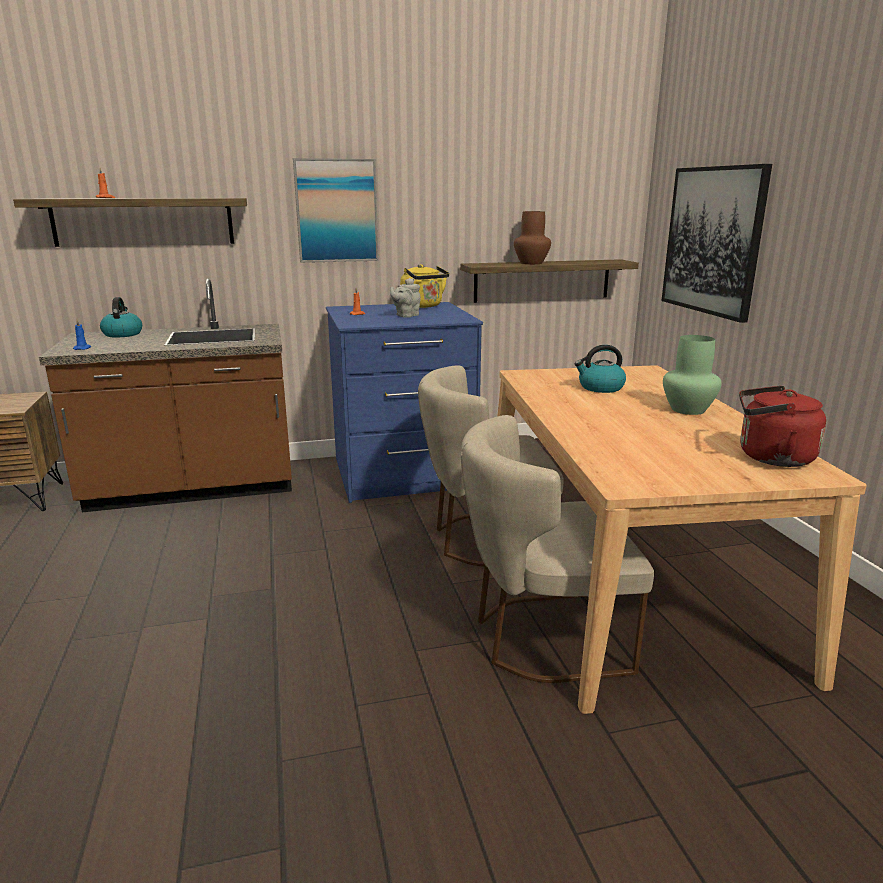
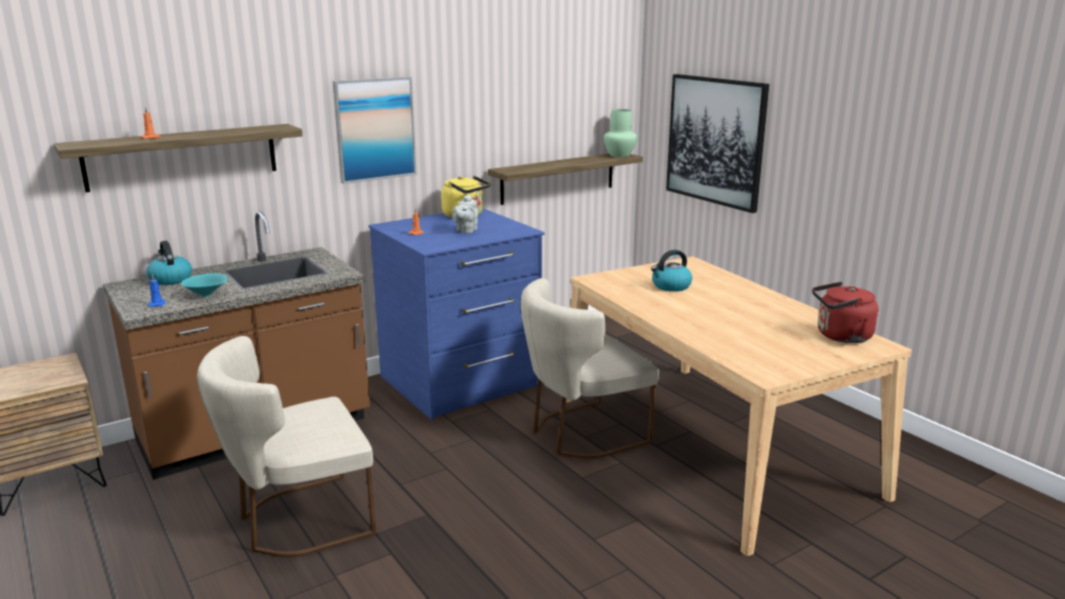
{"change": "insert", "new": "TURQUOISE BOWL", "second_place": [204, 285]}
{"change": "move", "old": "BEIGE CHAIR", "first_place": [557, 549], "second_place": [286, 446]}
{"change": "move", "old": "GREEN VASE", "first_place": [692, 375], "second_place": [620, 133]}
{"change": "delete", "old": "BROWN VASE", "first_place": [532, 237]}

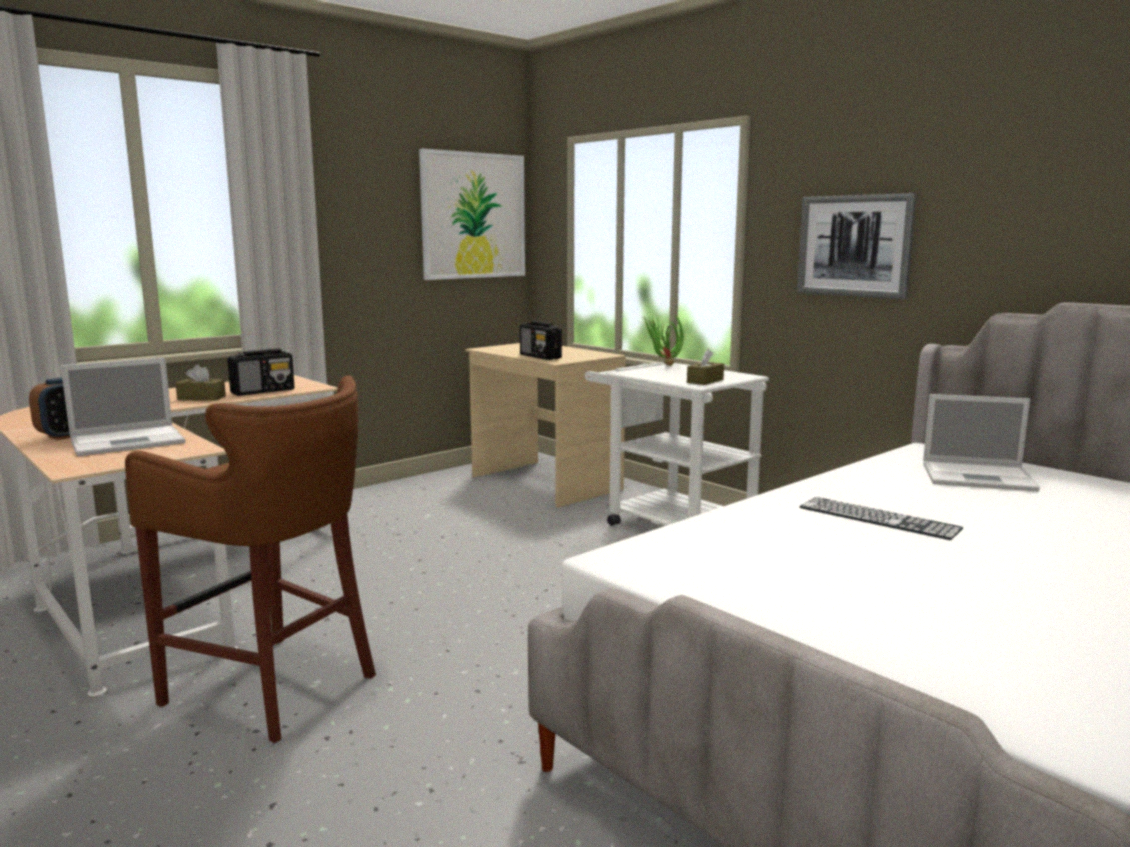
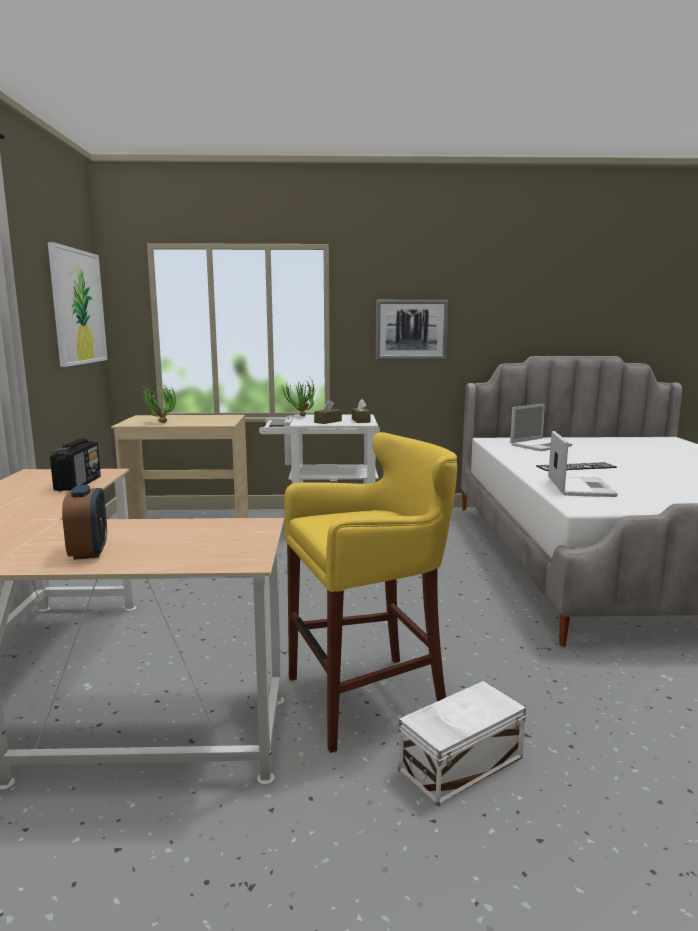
{"change": "insert", "new": "POTTED PLANT", "second_place": [158, 403]}
{"change": "recolor", "old": "BROWN STOOL", "new": "YELLOW STOOL", "first_place": [250, 559], "second_place": [370, 592]}
{"change": "move", "old": "BROWN TISSUE BOX", "first_place": [200, 382], "second_place": [328, 412]}
{"change": "insert", "new": "WHITE STORAGE BOX", "second_place": [462, 744]}
{"change": "move", "old": "LAPTOP", "first_place": [123, 407], "second_place": [583, 464]}
{"change": "delete", "old": "RADIO", "first_place": [541, 340]}

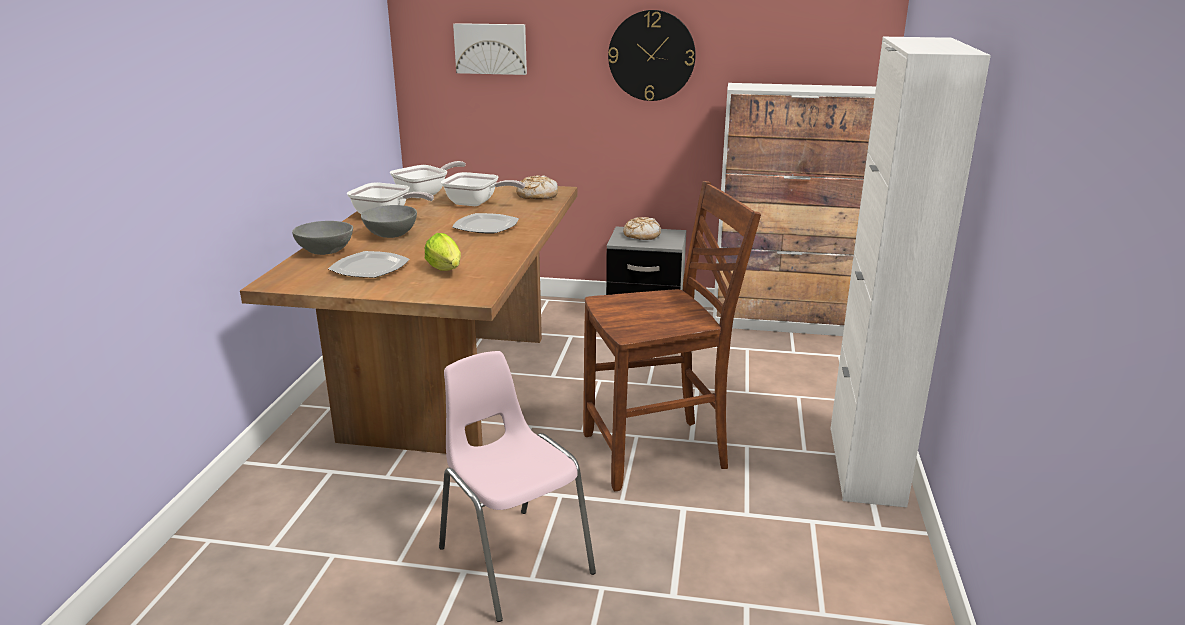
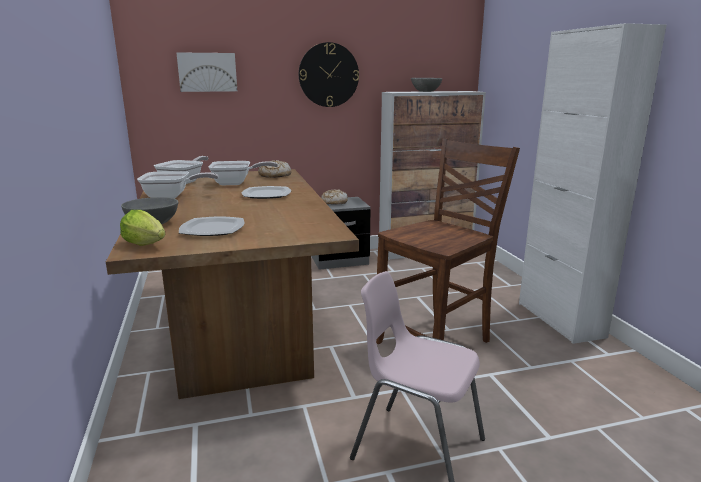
{"change": "move", "old": "LETTUCE", "first_place": [443, 252], "second_place": [143, 228]}
{"change": "move", "old": "GREY BOWL", "first_place": [389, 221], "second_place": [426, 85]}

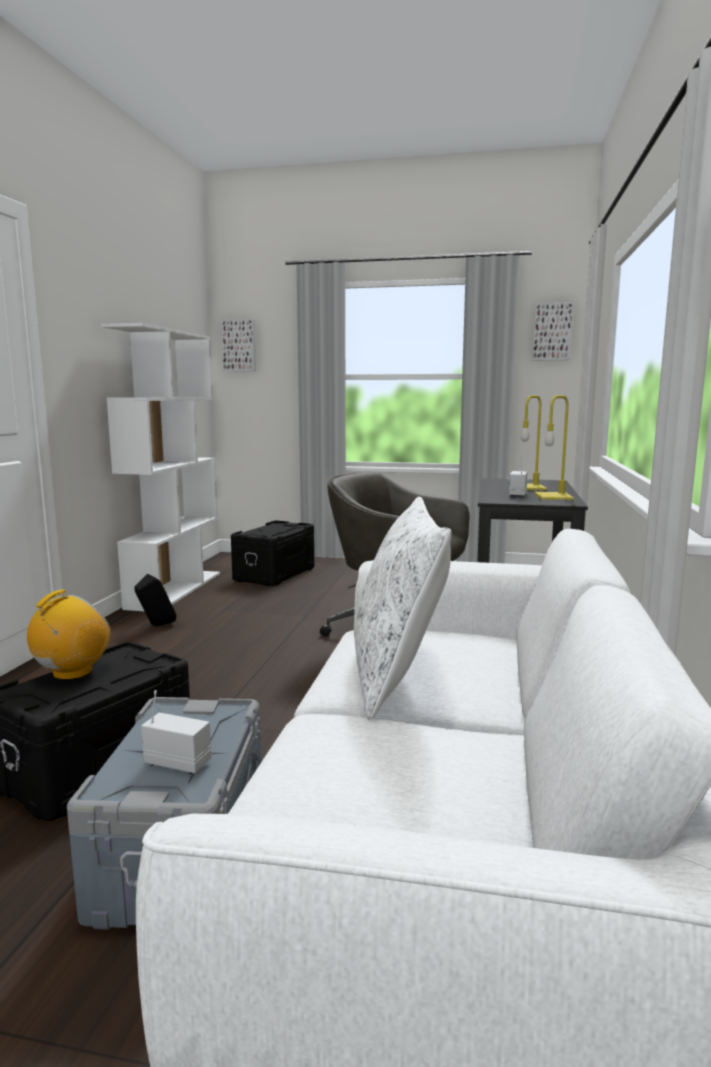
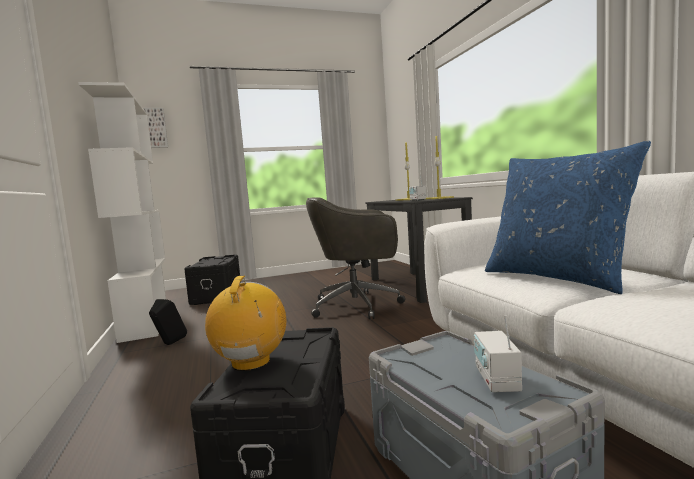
{"change": "rotate", "old": "RADIO", "first_place": [176, 732], "second_place": [498, 353], "degrees": -75}
{"change": "recolor", "old": "WHITE PILLOW", "new": "BLUE PILLOW", "first_place": [403, 608], "second_place": [568, 217]}
{"change": "delete", "old": "PICTURE", "first_place": [553, 331]}

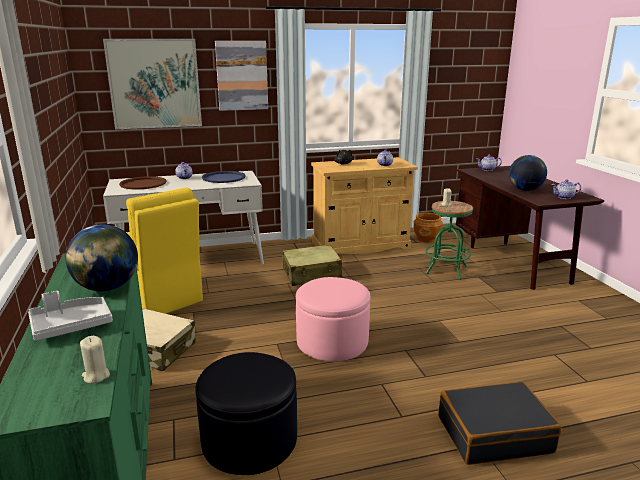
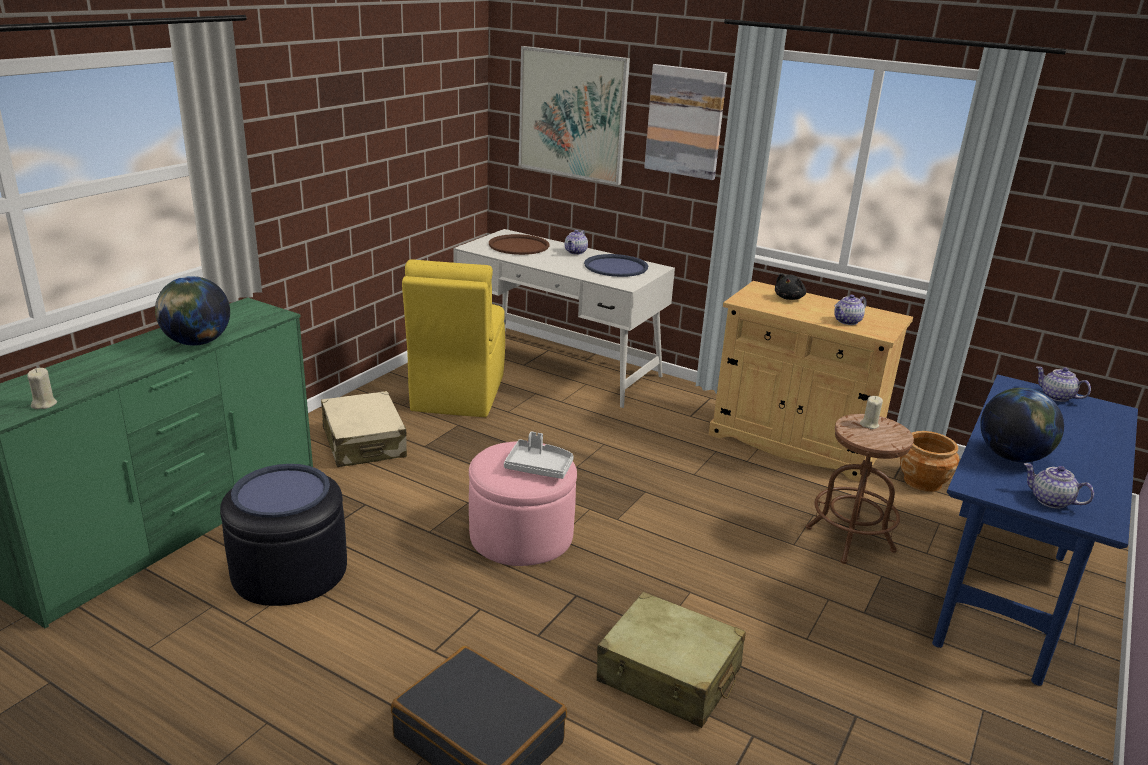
{"change": "insert", "new": "BLUE TRAY", "second_place": [280, 491]}
{"change": "move", "old": "GREY TRAY", "first_place": [70, 316], "second_place": [539, 455]}
{"change": "move", "old": "BEIGE SUITCASE", "first_place": [312, 265], "second_place": [671, 660]}
{"change": "recolor", "old": "GREEN STOOL", "new": "BROWN STOOL", "first_place": [449, 240], "second_place": [860, 489]}
{"change": "recolor", "old": "BROWN DESK", "new": "BLUE DESK", "first_place": [530, 228], "second_place": [1035, 530]}

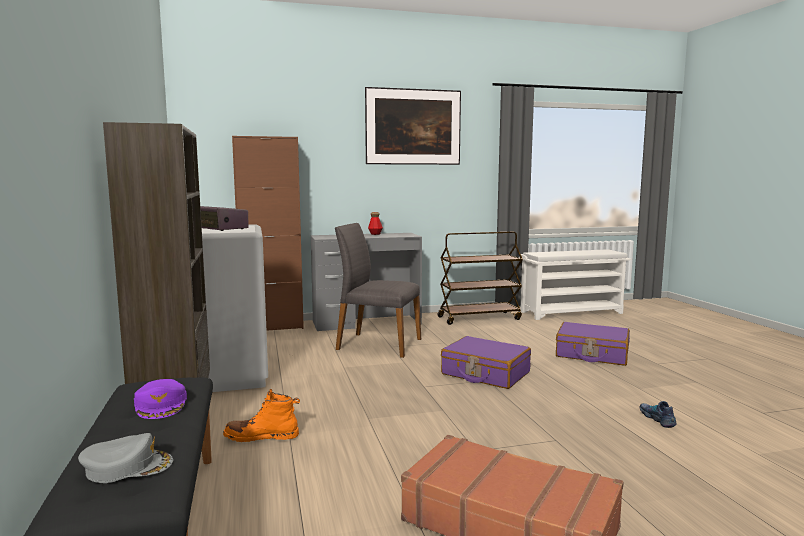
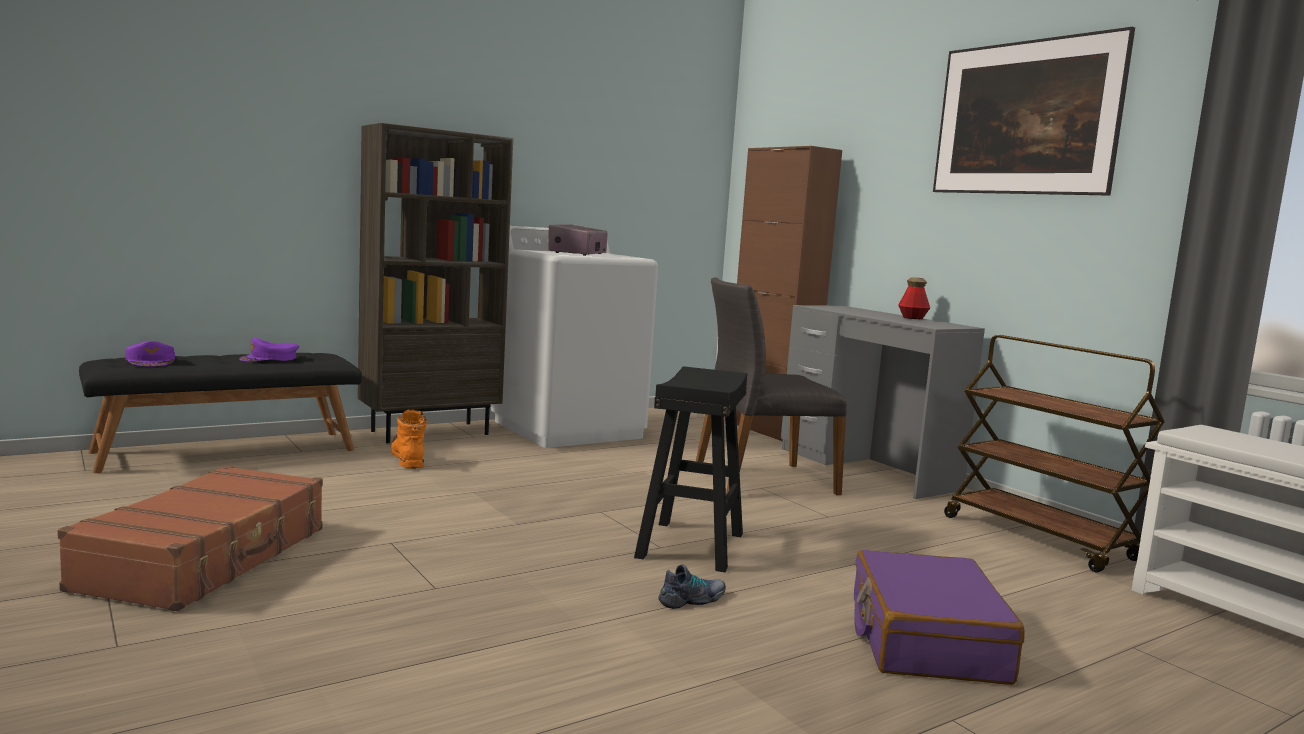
{"change": "recolor", "old": "GREY CAP", "new": "PURPLE CAP", "first_place": [125, 458], "second_place": [150, 354]}
{"change": "replace", "old": "PURPLE SUITCASE", "new": "BLACK STOOL", "first_place": [486, 362], "second_place": [690, 469]}
{"change": "move", "old": "SHOE", "first_place": [657, 414], "second_place": [692, 587]}
{"change": "rotate", "old": "GREY CHAIR", "first_place": [378, 290], "second_place": [771, 386], "degrees": -105}

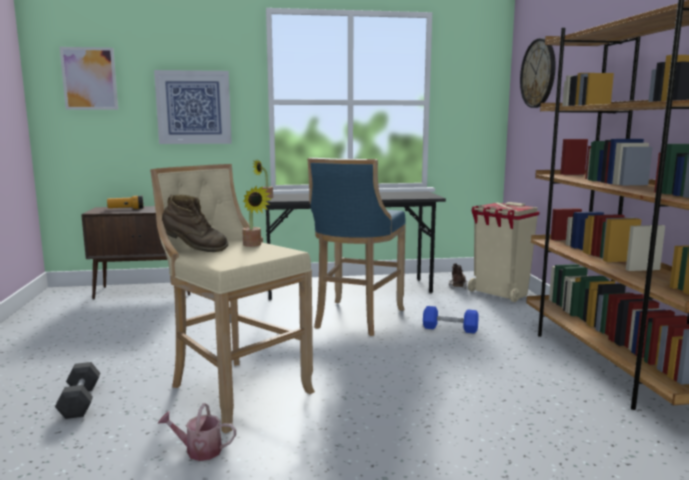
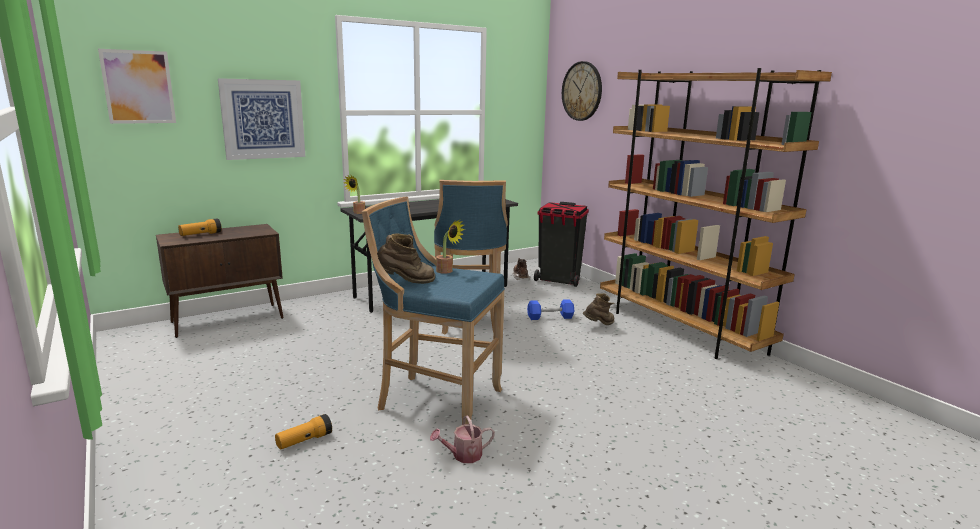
{"change": "replace", "old": "BLACK DUMBBELL", "new": "FLASHLIGHT", "first_place": [77, 390], "second_place": [303, 432]}
{"change": "recolor", "old": "BEIGE STOOL", "new": "BLUE STOOL", "first_place": [232, 299], "second_place": [433, 310]}
{"change": "recolor", "old": "BEIGE TRASH CAN", "new": "BLACK TRASH CAN", "first_place": [504, 252], "second_place": [561, 244]}
{"change": "insert", "new": "BROWN BOOT", "second_place": [599, 309]}

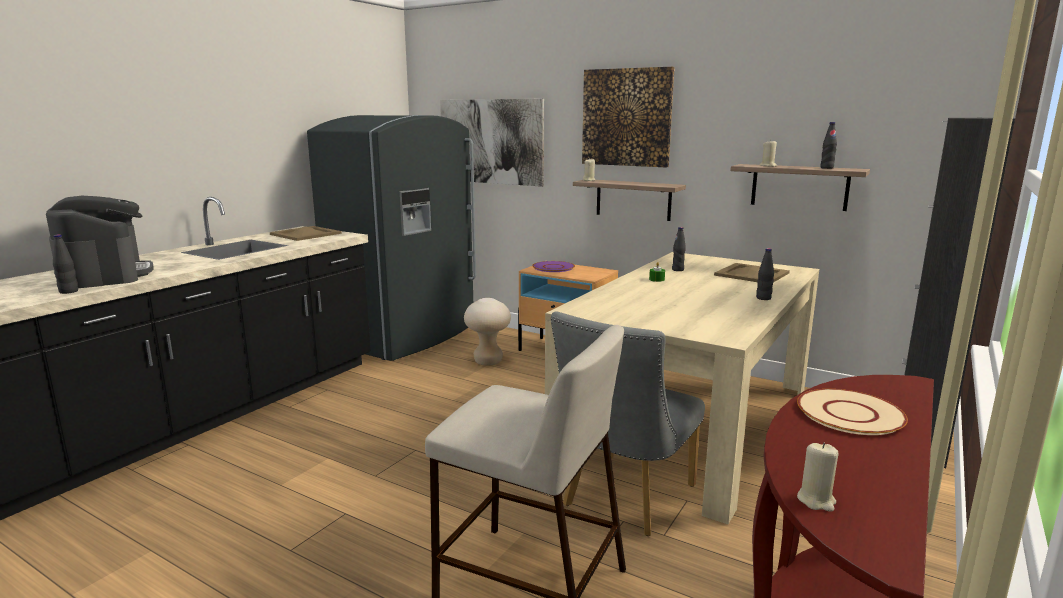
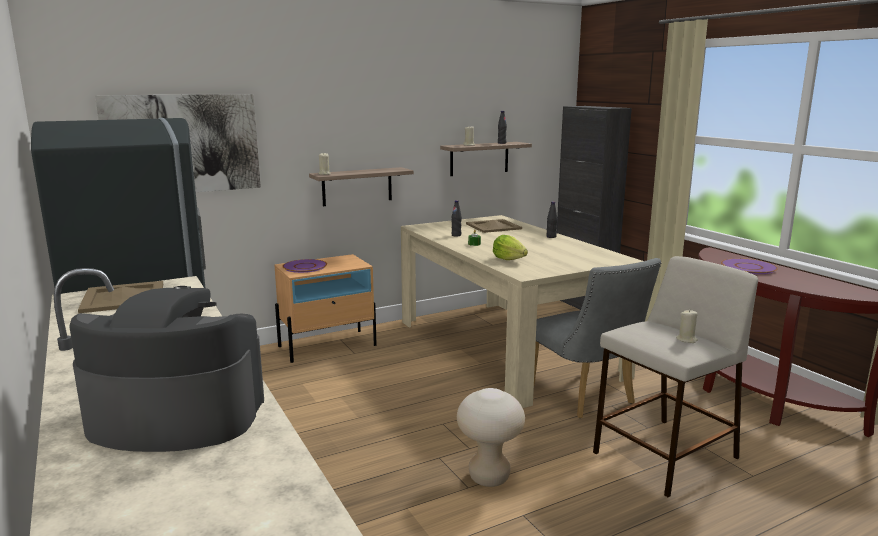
{"change": "move", "old": "BEIGE STOOL", "first_place": [487, 332], "second_place": [491, 437]}
{"change": "insert", "new": "LETTUCE", "second_place": [510, 247]}
{"change": "move", "old": "BEIGE CANDLE", "first_place": [818, 477], "second_place": [687, 326]}
{"change": "recolor", "old": "BEIGE PLATE", "new": "PURPLE PLATE", "first_place": [852, 412], "second_place": [749, 266]}
{"change": "delete", "old": "BLACK BOTTLE", "first_place": [65, 264]}
{"change": "delete", "old": "PICTURE", "first_place": [628, 117]}

